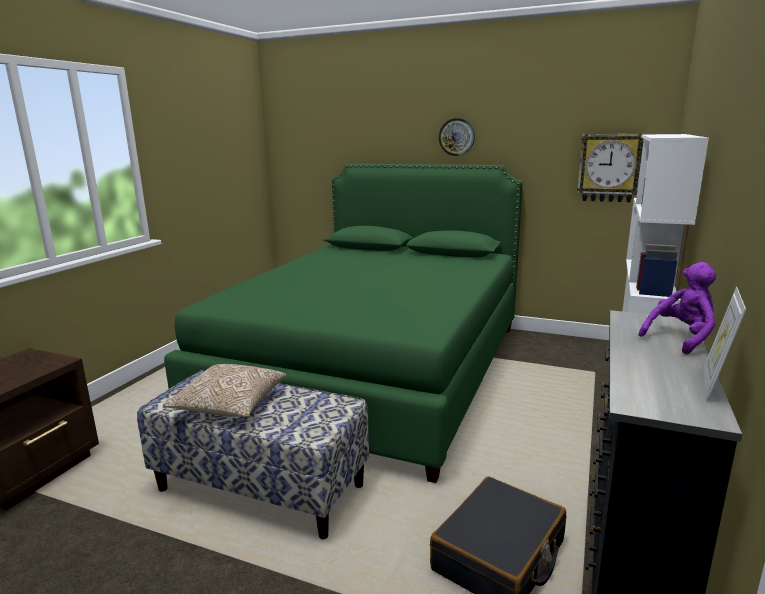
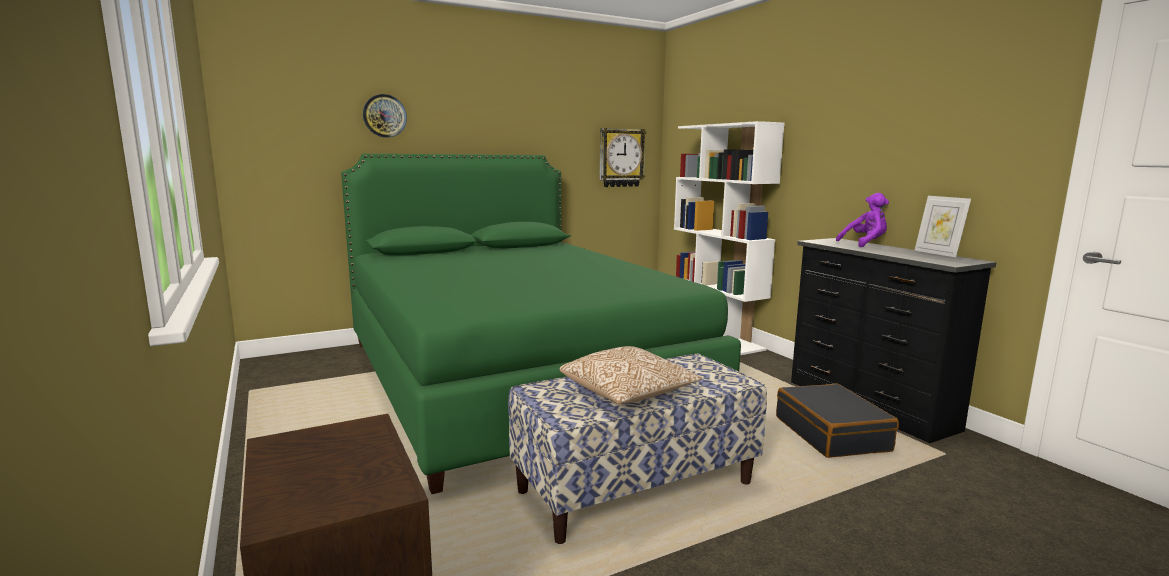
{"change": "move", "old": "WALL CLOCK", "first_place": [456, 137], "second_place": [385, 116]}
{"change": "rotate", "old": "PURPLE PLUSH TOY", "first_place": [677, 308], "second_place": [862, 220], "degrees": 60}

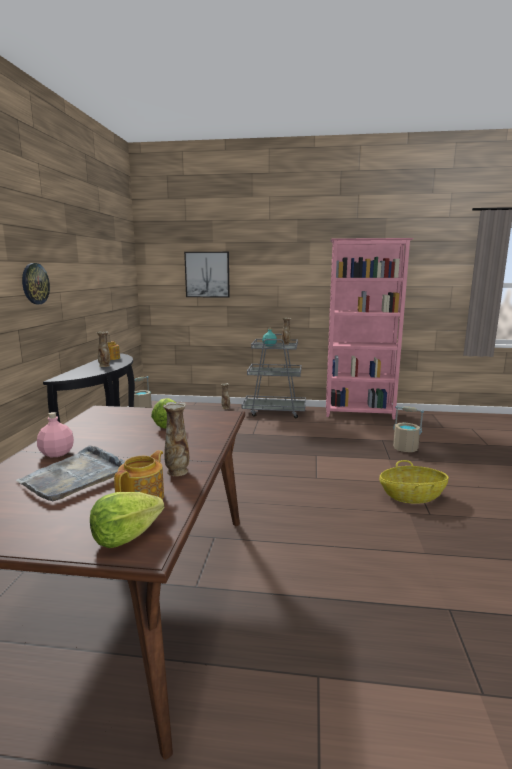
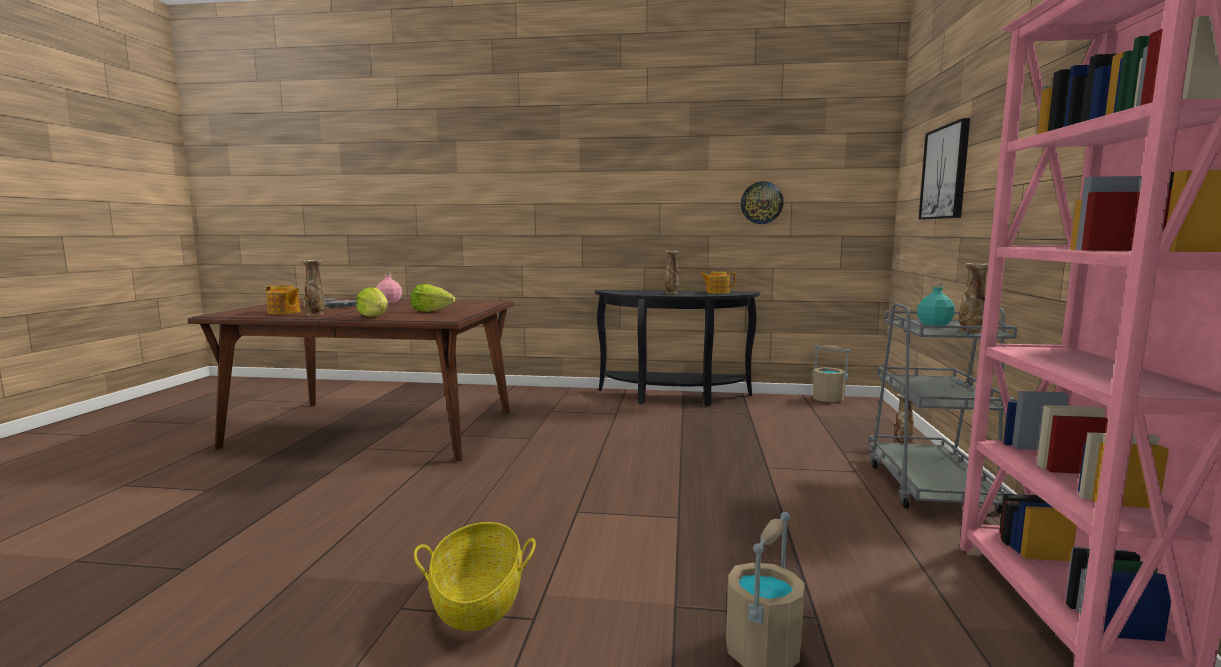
{"change": "move", "old": "LETTUCE", "first_place": [127, 520], "second_place": [372, 302]}
{"change": "move", "old": "WALL CLOCK", "first_place": [36, 283], "second_place": [762, 202]}

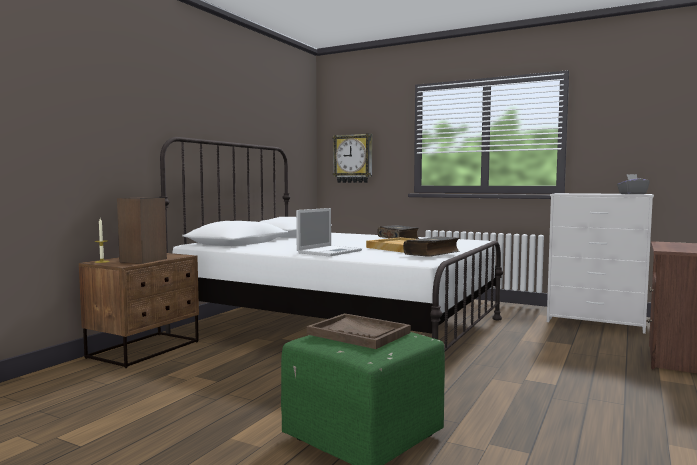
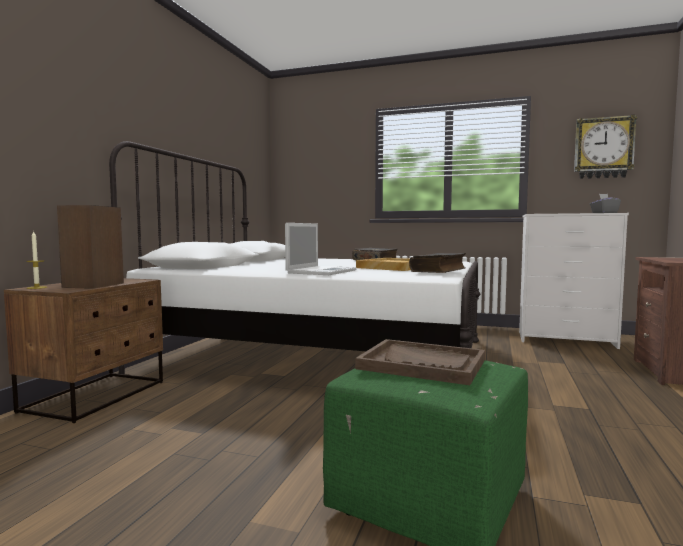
{"change": "move", "old": "WALL CLOCK", "first_place": [352, 158], "second_place": [605, 147]}

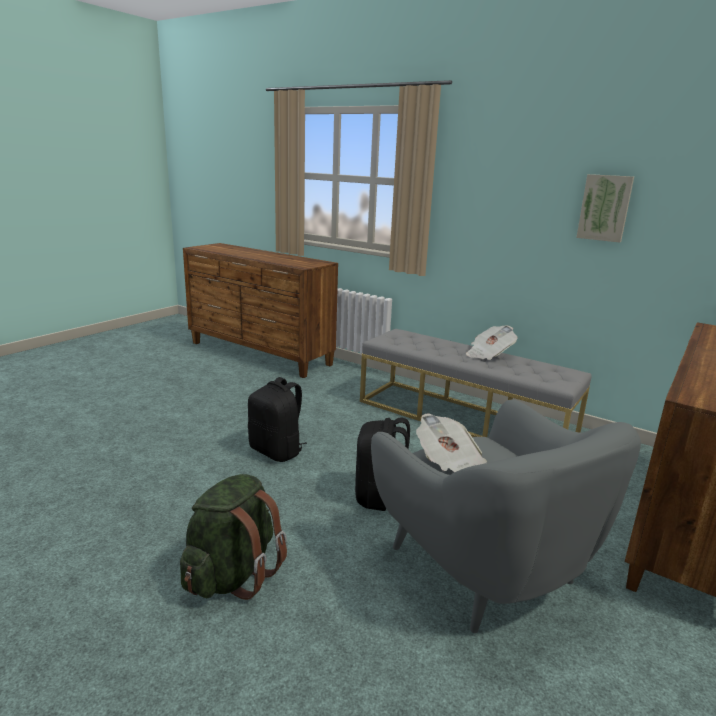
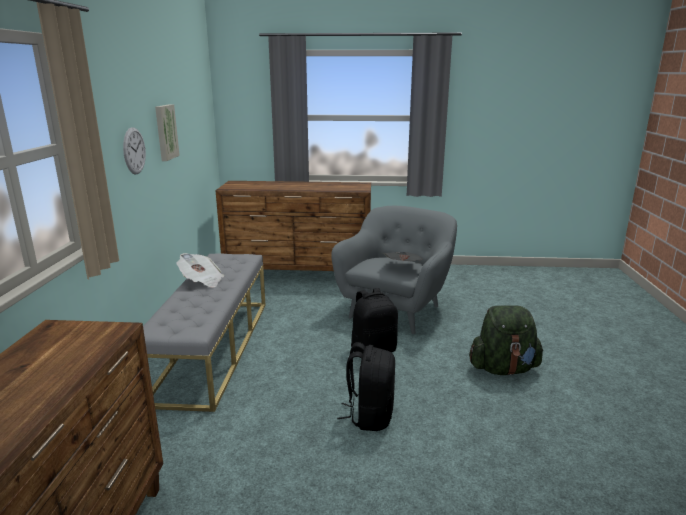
{"change": "insert", "new": "WALL CLOCK", "second_place": [134, 150]}

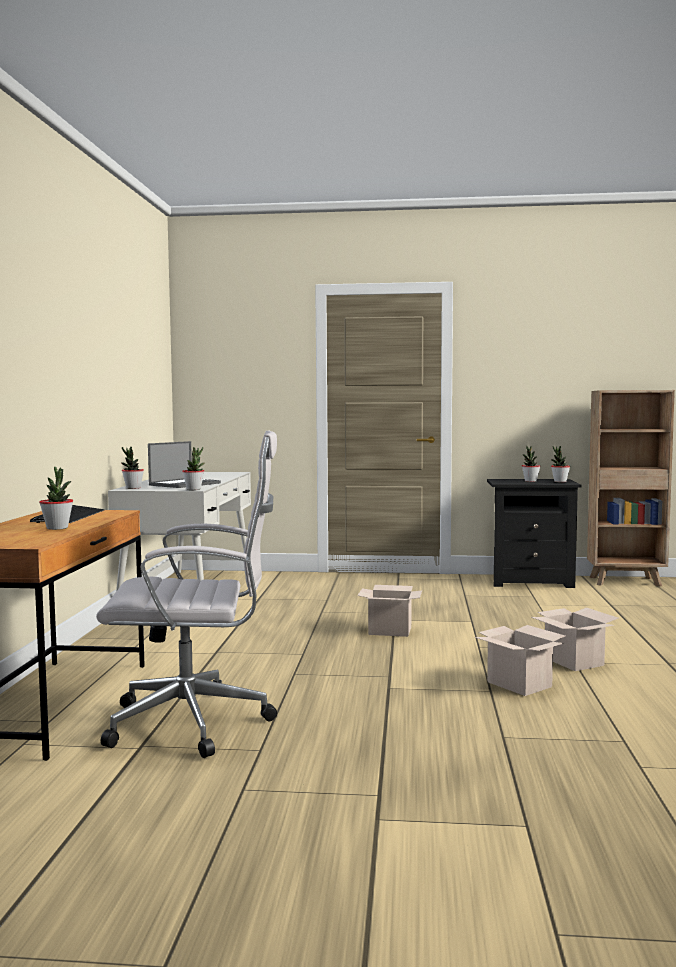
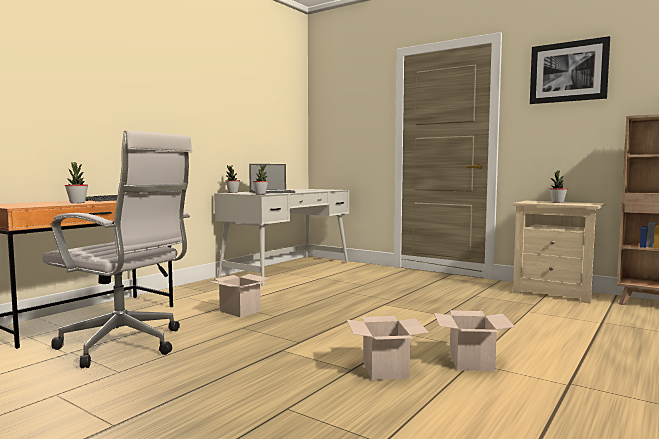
{"change": "move", "old": "CARDBOARD BOX", "first_place": [389, 611], "second_place": [239, 295]}
{"change": "recolor", "old": "BLACK NIGHTSTAND", "new": "BEIGE NIGHTSTAND", "first_place": [534, 533], "second_place": [559, 252]}
{"change": "insert", "new": "PICTURE", "second_place": [570, 70]}
{"change": "delete", "old": "POTTED PLANT", "first_place": [560, 464]}

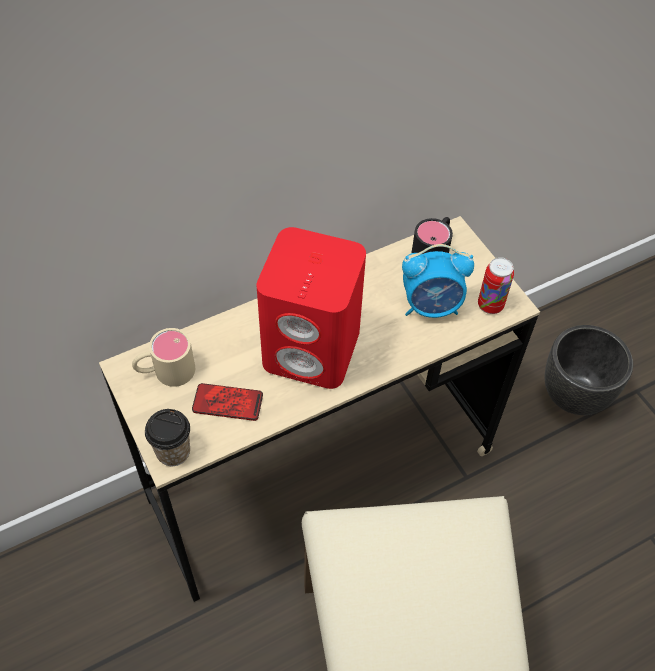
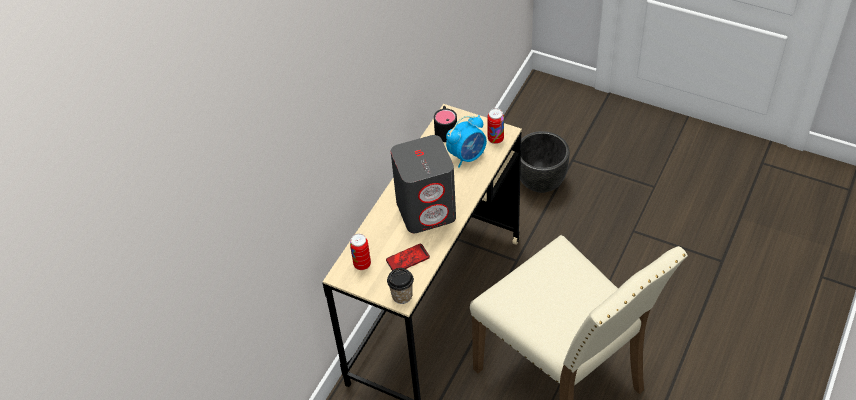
{"change": "replace", "old": "BEIGE MUG", "new": "CAN", "first_place": [163, 357], "second_place": [360, 252]}
{"change": "recolor", "old": "RED SPEAKER", "new": "GREY SPEAKER", "first_place": [311, 308], "second_place": [423, 184]}

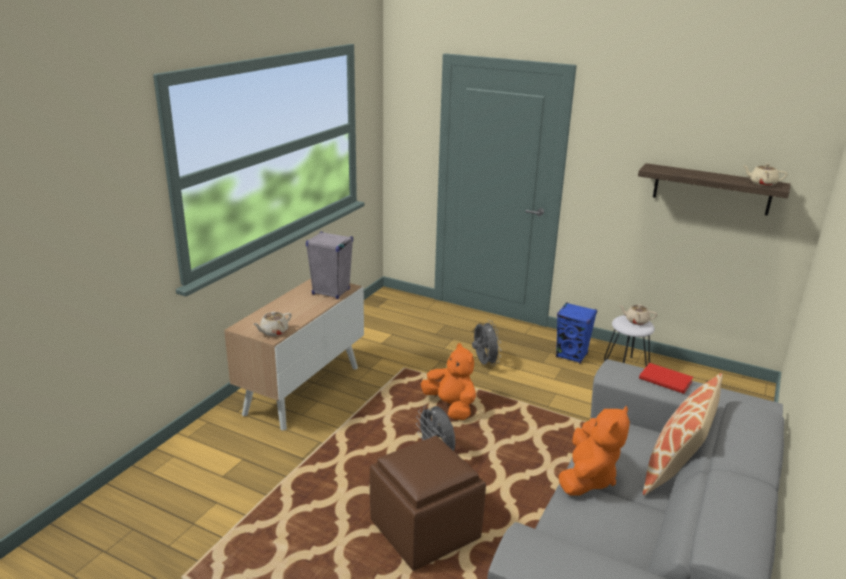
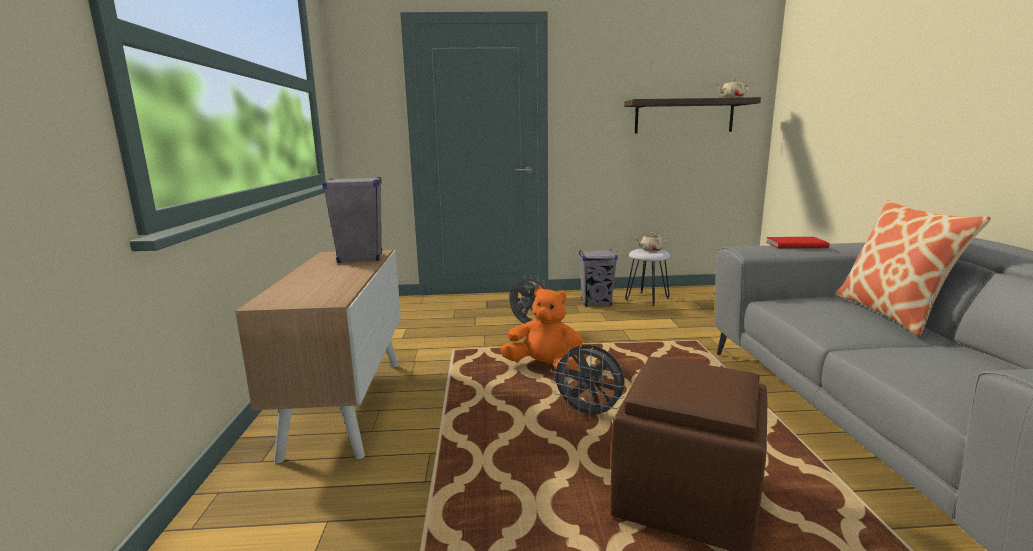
{"change": "recolor", "old": "BLUE SPEAKER", "new": "GREY SPEAKER", "first_place": [576, 333], "second_place": [598, 277]}
{"change": "delete", "old": "BEIGE TEAPOT", "first_place": [272, 324]}
{"change": "delete", "old": "ORANGE PLUSH TOY", "first_place": [594, 451]}

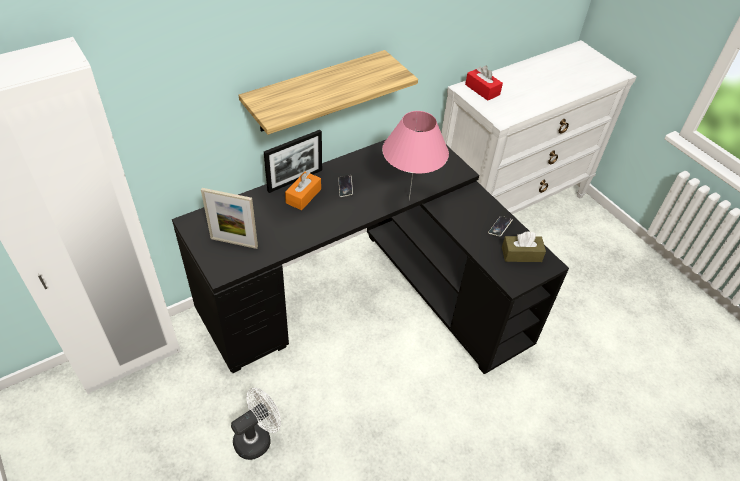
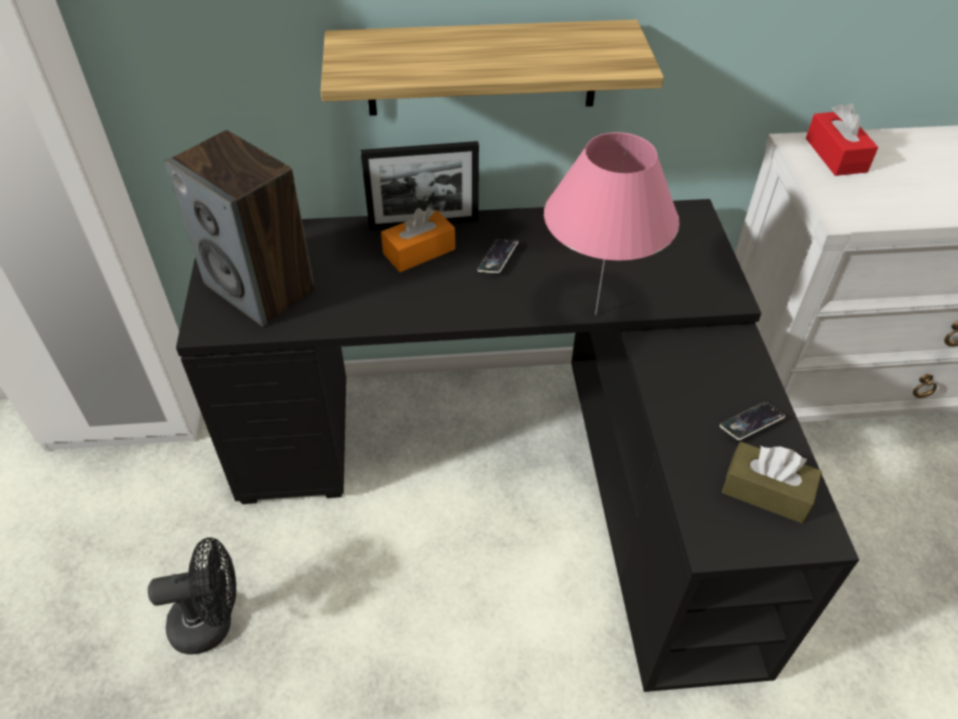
{"change": "recolor", "old": "WHITE FAN", "new": "BLACK FAN", "first_place": [256, 424], "second_place": [192, 596]}
{"change": "replace", "old": "PICTURE FRAME", "new": "SPEAKER", "first_place": [229, 218], "second_place": [240, 228]}

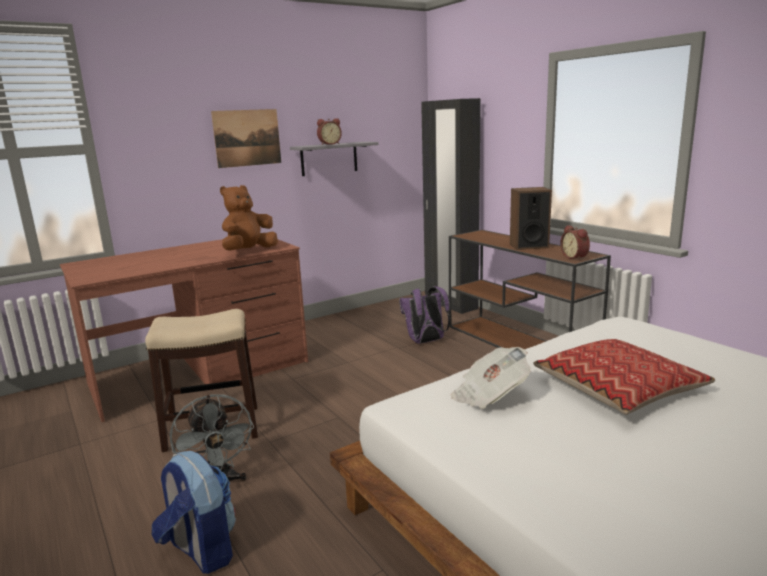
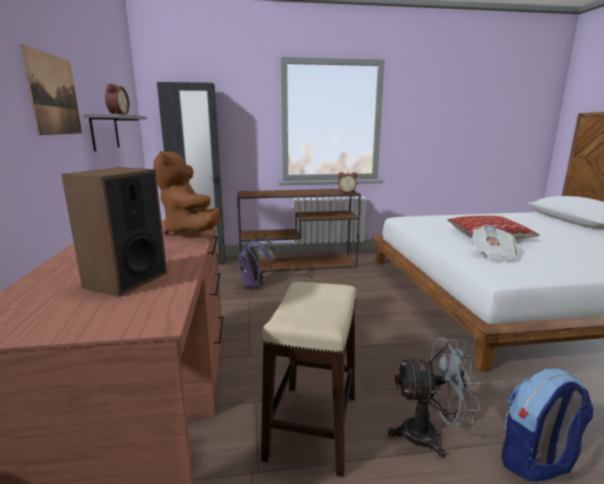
{"change": "move", "old": "SPEAKER", "first_place": [531, 218], "second_place": [114, 232]}

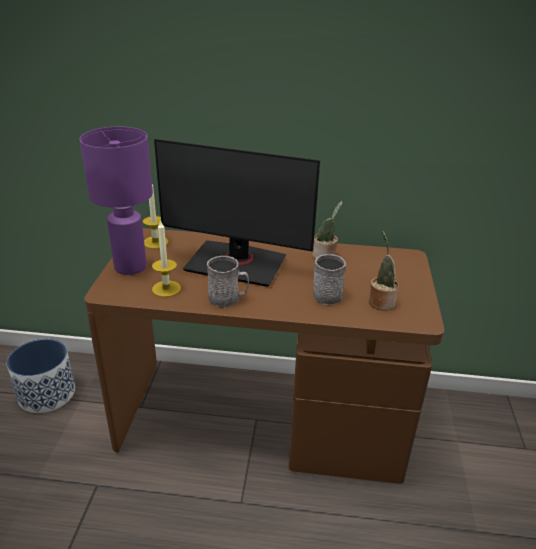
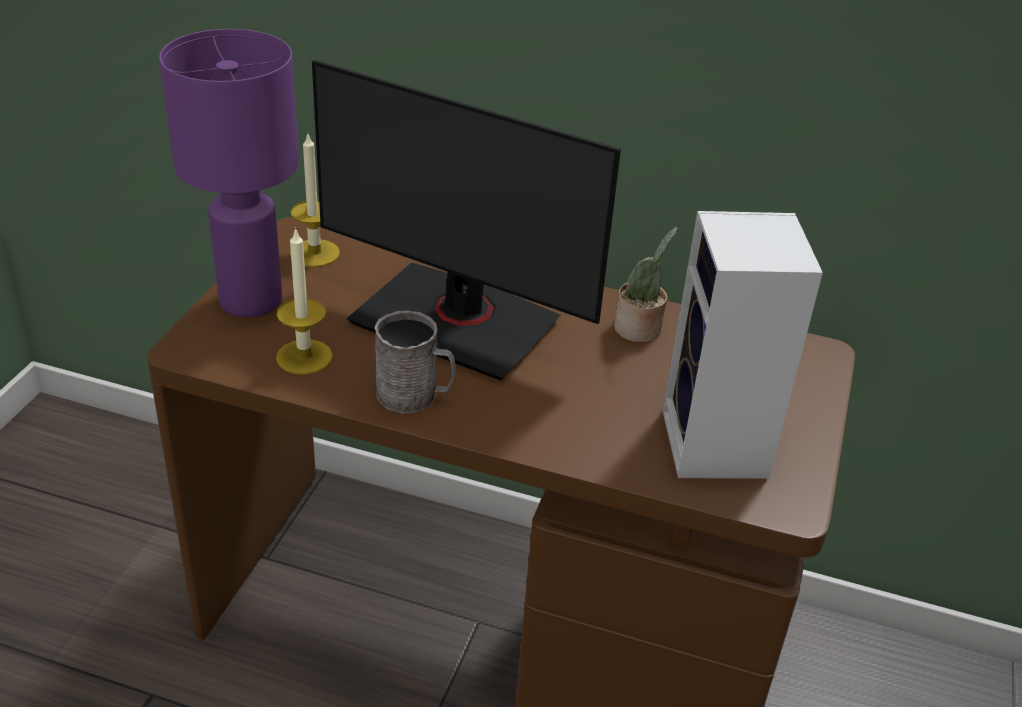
{"change": "replace", "old": "POTTED PLANT", "new": "SPEAKER", "first_place": [383, 271], "second_place": [742, 345]}
{"change": "delete", "old": "PLANTER", "first_place": [41, 376]}
{"change": "delete", "old": "GREY MUG", "first_place": [329, 279]}

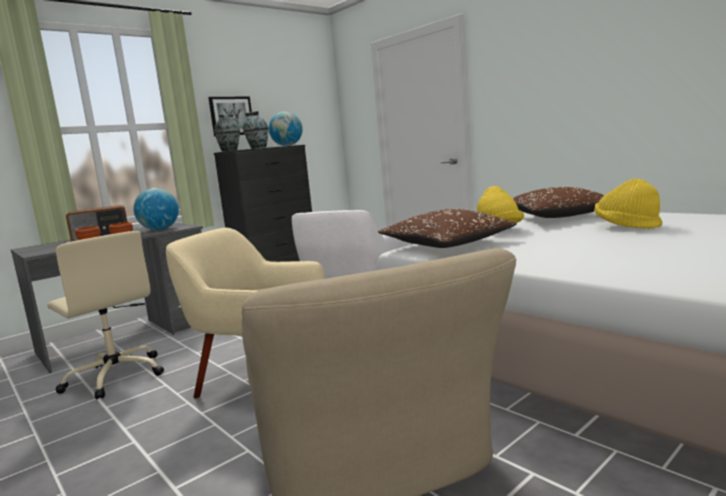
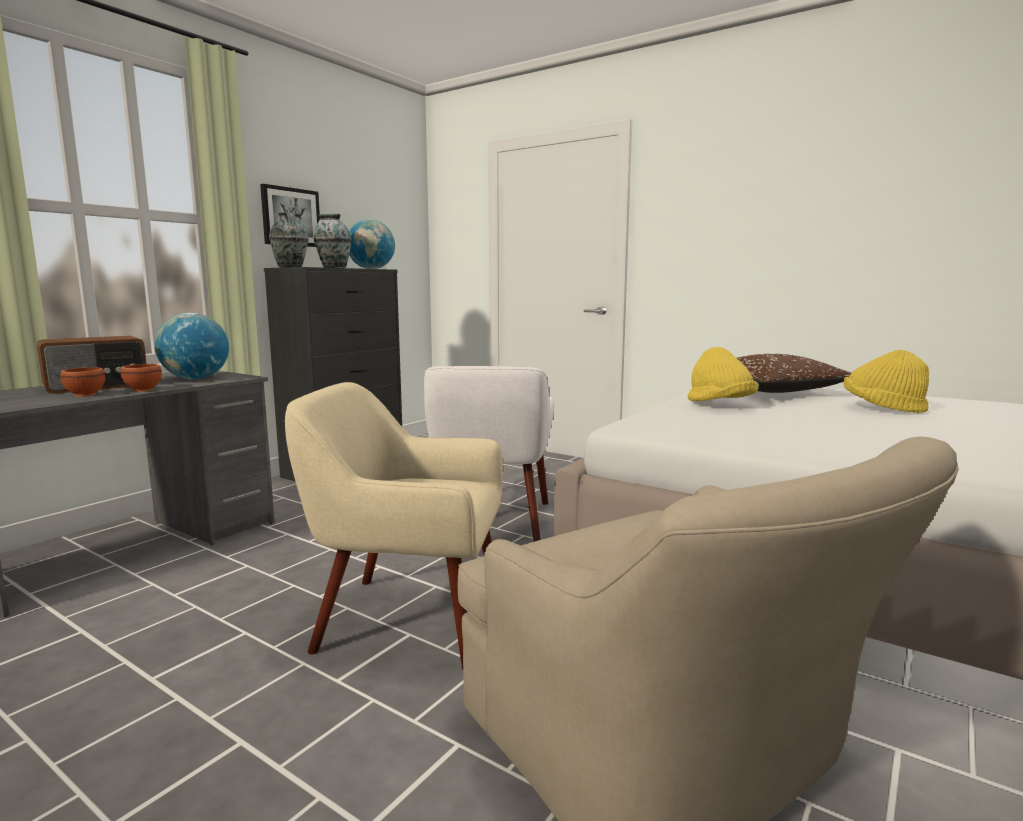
{"change": "delete", "old": "BEIGE OFFICE CHAIR", "first_place": [105, 315]}
{"change": "delete", "old": "BROWN PILLOW", "first_place": [447, 228]}

